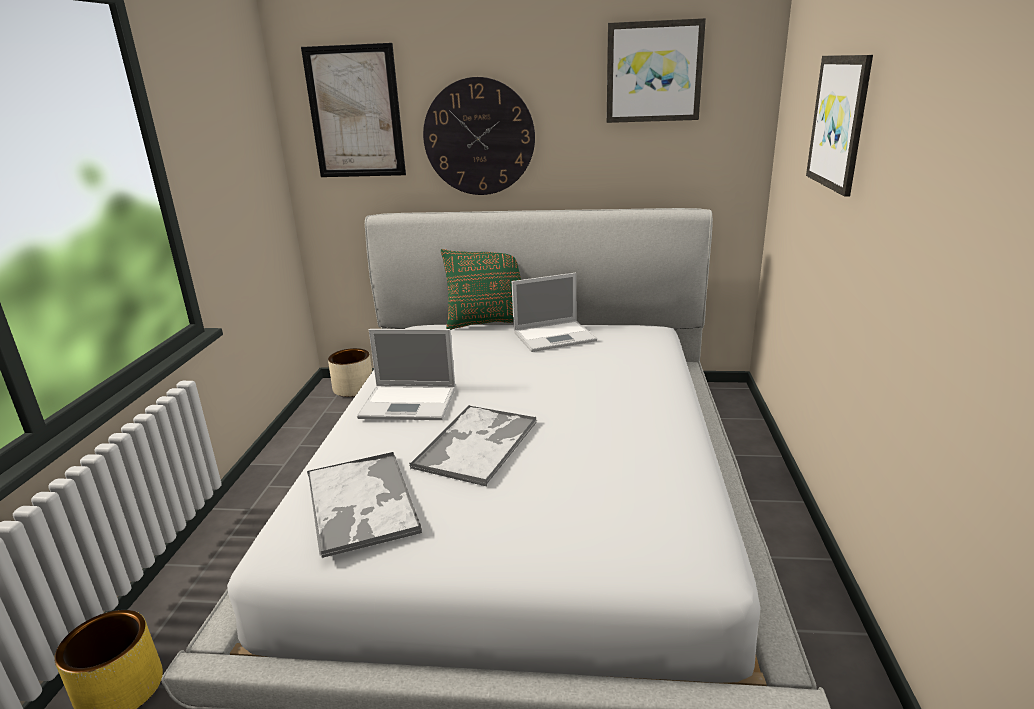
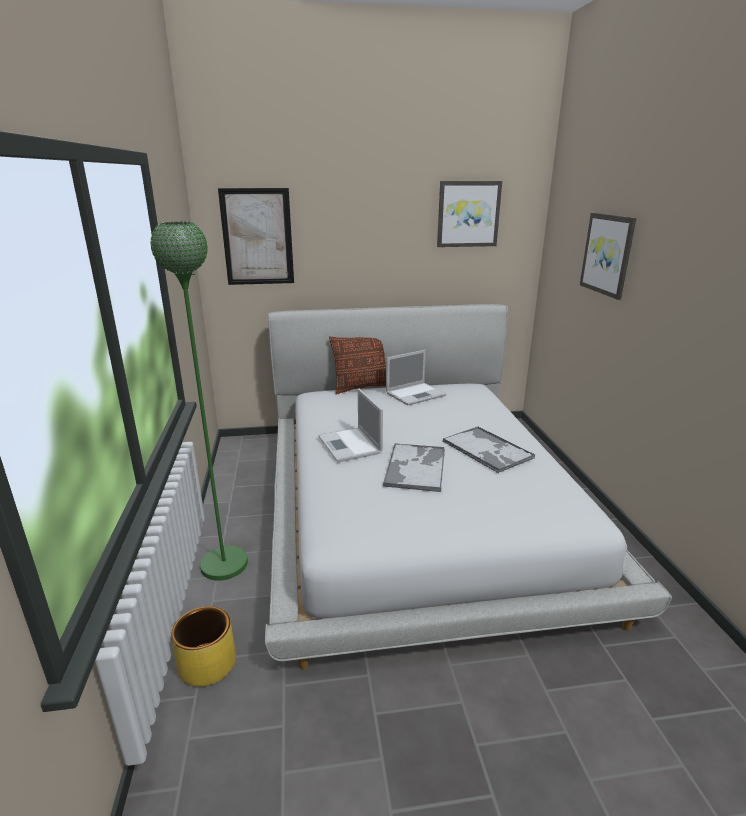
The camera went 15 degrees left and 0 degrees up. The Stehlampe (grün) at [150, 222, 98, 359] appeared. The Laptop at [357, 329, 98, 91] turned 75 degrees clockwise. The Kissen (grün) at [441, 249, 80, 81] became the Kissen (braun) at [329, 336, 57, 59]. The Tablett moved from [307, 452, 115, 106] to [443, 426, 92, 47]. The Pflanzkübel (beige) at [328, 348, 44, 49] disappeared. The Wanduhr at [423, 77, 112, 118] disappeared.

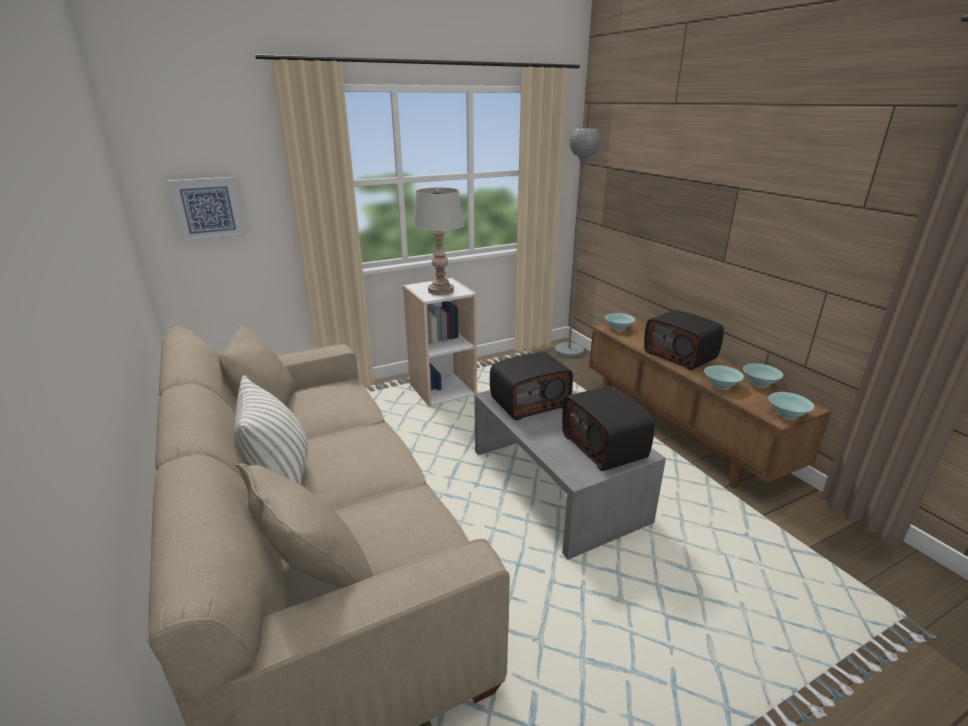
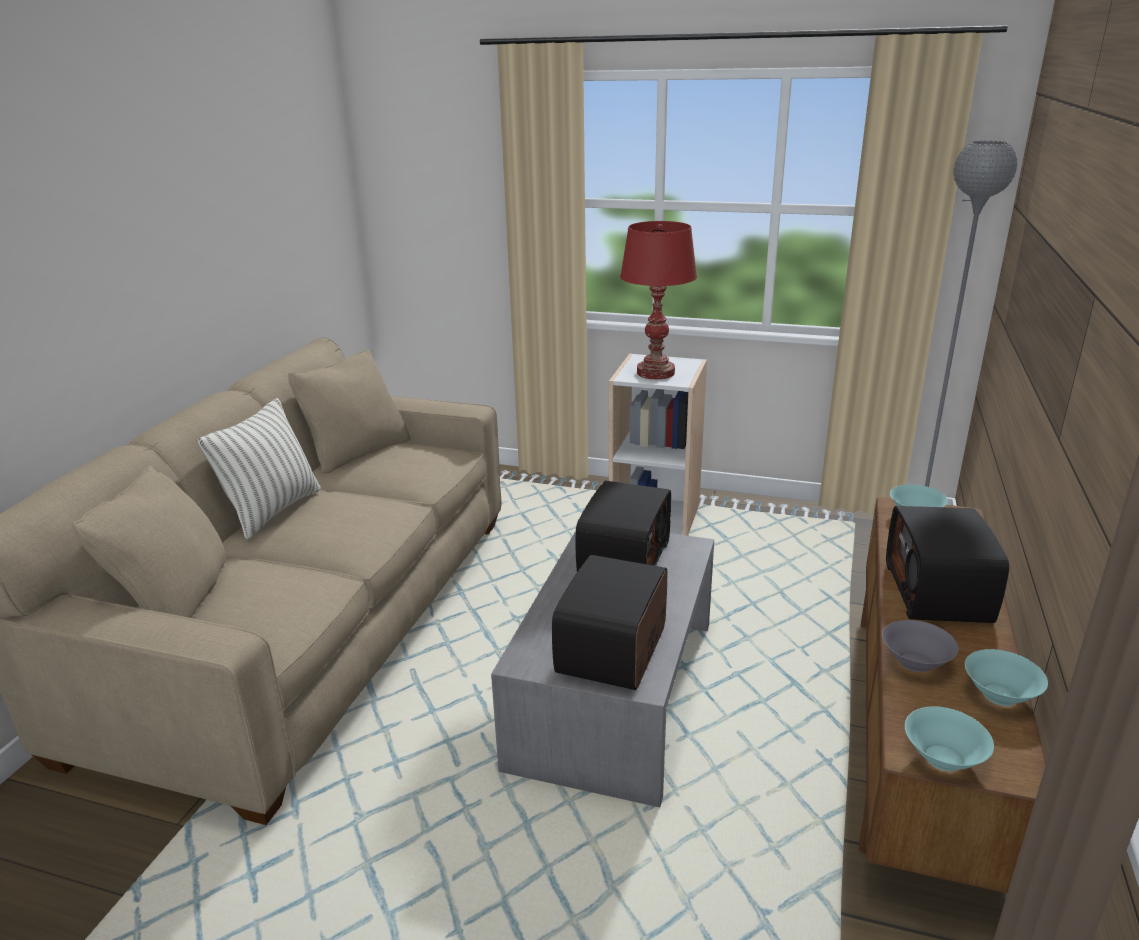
The camera went 45 degrees right and 0 degrees up. The Radio at [490, 352, 83, 68] turned 90 degrees counterclockwise. The Tischlampe (grau) at [412, 188, 53, 107] became the Tischlampe (rot) at [620, 221, 77, 158]. The Schüssel (türkis) at [704, 365, 40, 24] became the Schüssel (grau) at [882, 620, 77, 52]. The Bild at [167, 177, 78, 65] disappeared.

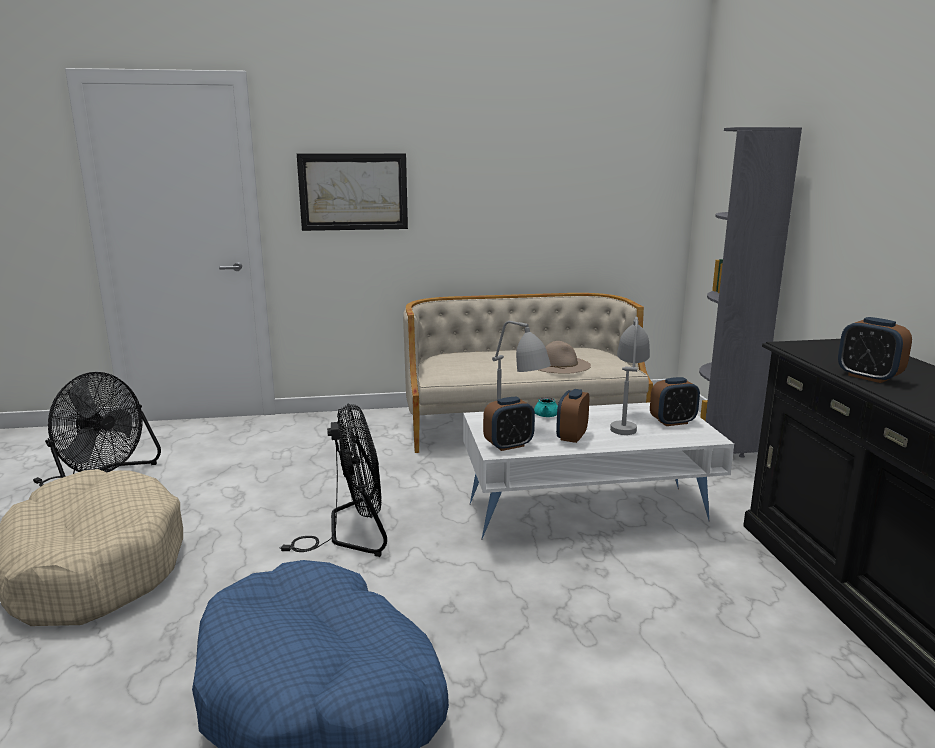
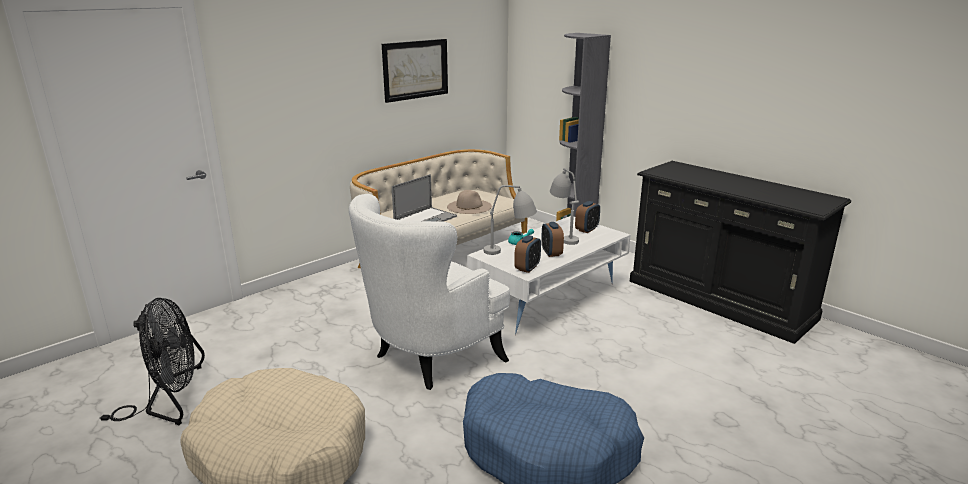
The camera went 35 degrees left and 5 degrees up. The Ventilator (schwarz) at [279, 403, 108, 154] was replaced by the Sessel (weiß) at [349, 194, 161, 196]. The Bild moved from [297, 153, 111, 78] to [382, 39, 66, 64]. The Laptop at [392, 174, 65, 48] appeared. The Wecker at [838, 317, 74, 66] disappeared.

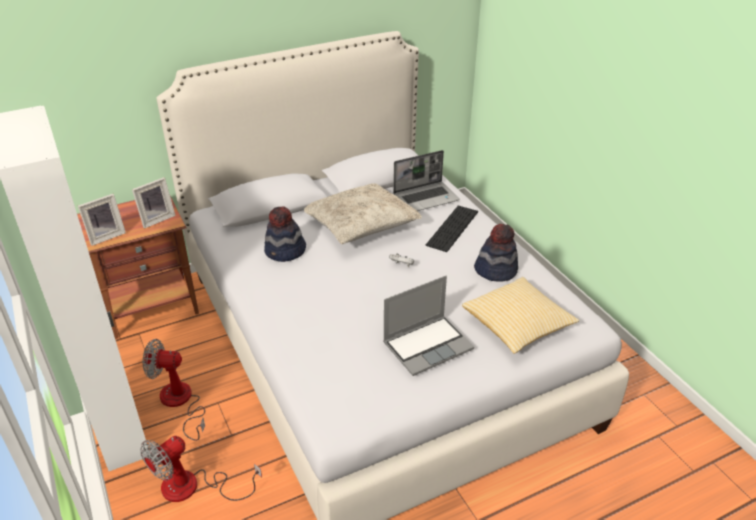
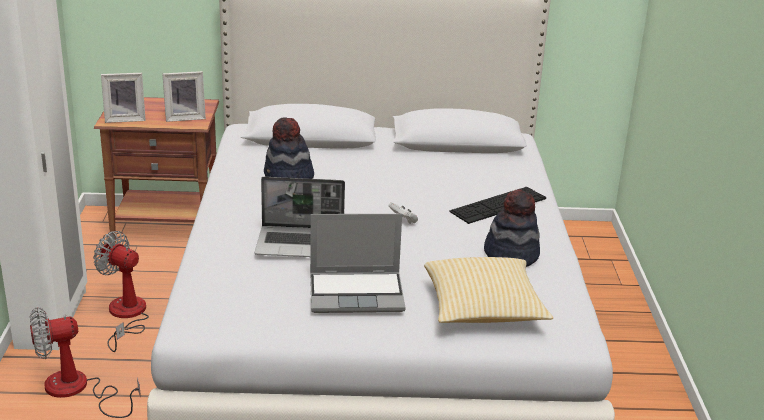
The camera went 25 degrees right and 10 degrees down. The Laptop moved from [393, 150, 66, 61] to [255, 177, 90, 80]. The Kissen (beige) at [304, 183, 118, 61] disappeared.

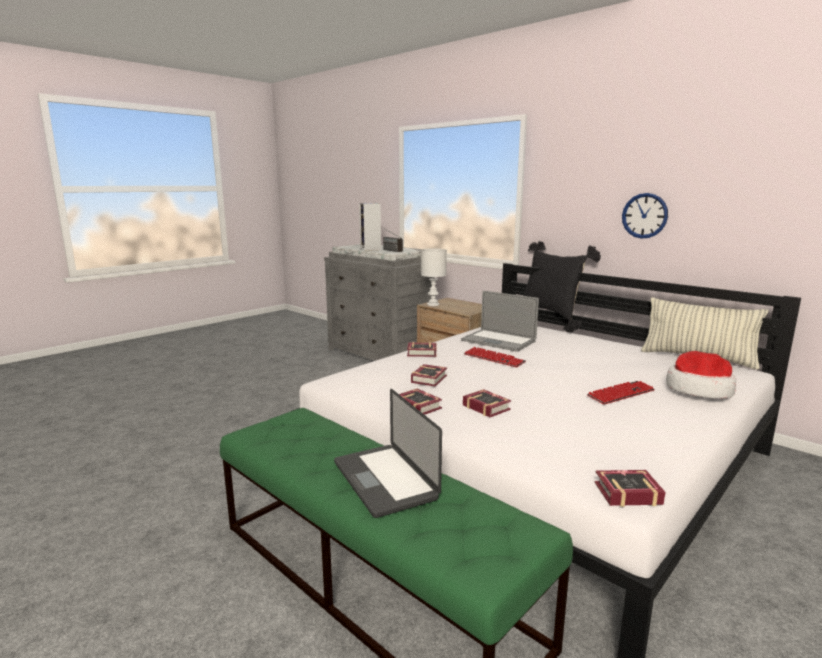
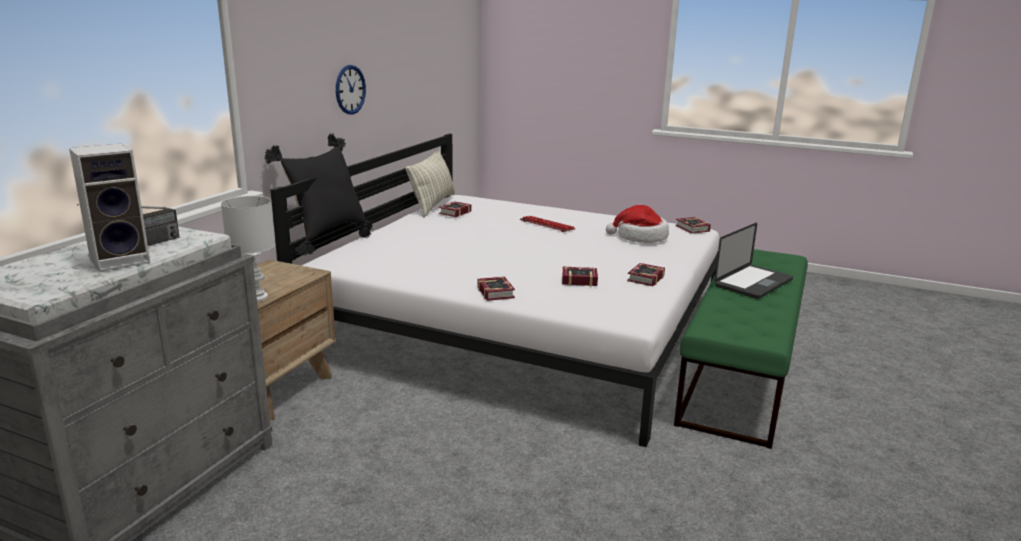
The camera went 110 degrees left and 5 degrees up. The Buch moved from [463, 389, 48, 28] to [439, 201, 32, 16]. The Hut moved from [666, 351, 70, 48] to [606, 205, 63, 38]. The Laptop at [461, 291, 78, 61] disappeared. The Tastatur at [464, 347, 62, 20] disappeared.

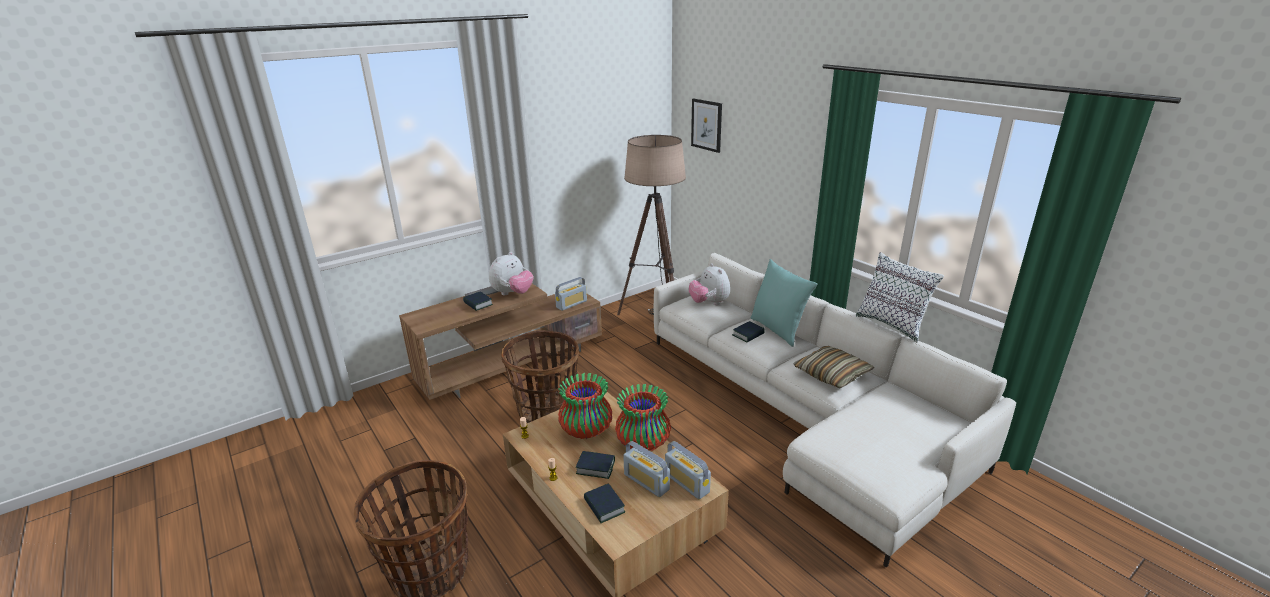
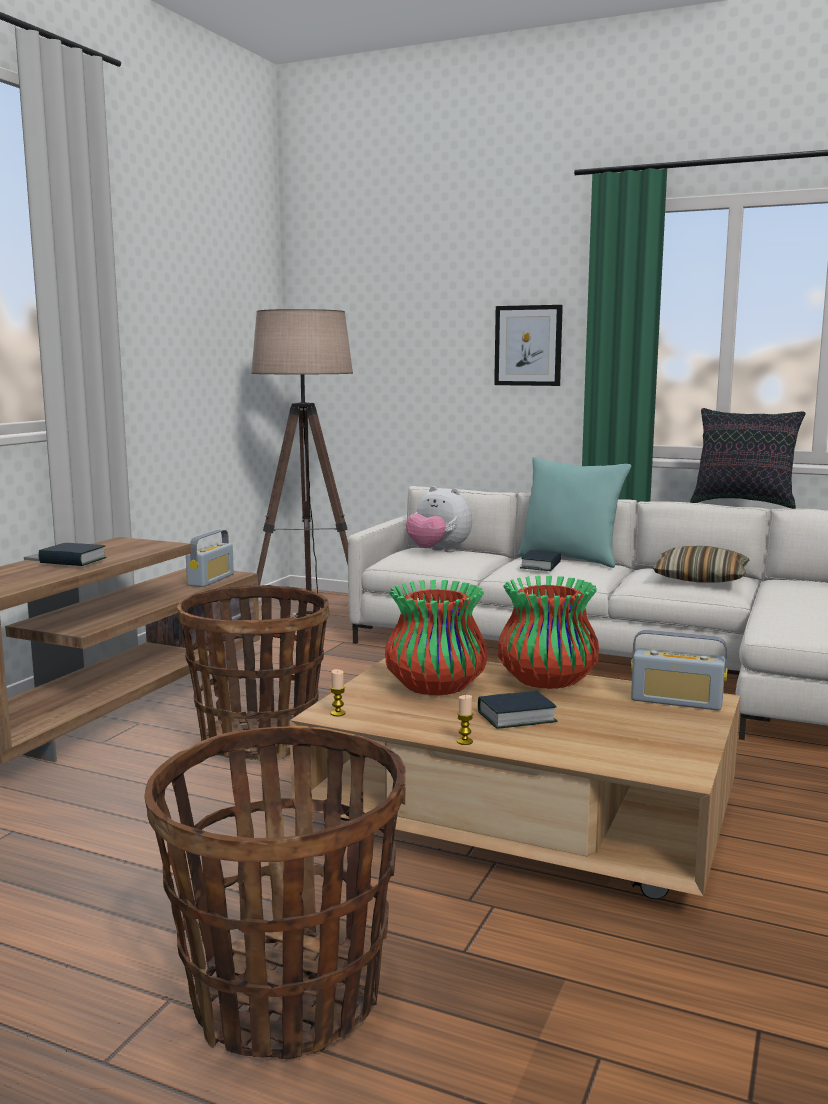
The camera went 30 degrees left and 15 degrees down. The Bild moved from [691, 99, 31, 54] to [494, 305, 69, 81]. The Kissen (weiß) at [856, 252, 88, 90] became the Kissen (schwarz) at [690, 408, 115, 101]. The Plüschtier at [489, 252, 44, 43] disappeared. The Buch at [584, 484, 41, 39] disappeared. The Radio at [623, 441, 47, 56] disappeared.

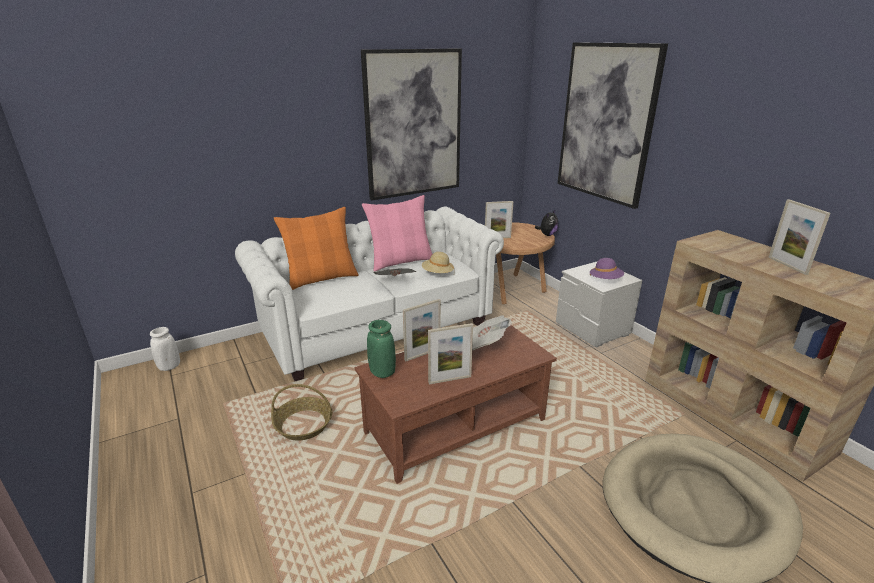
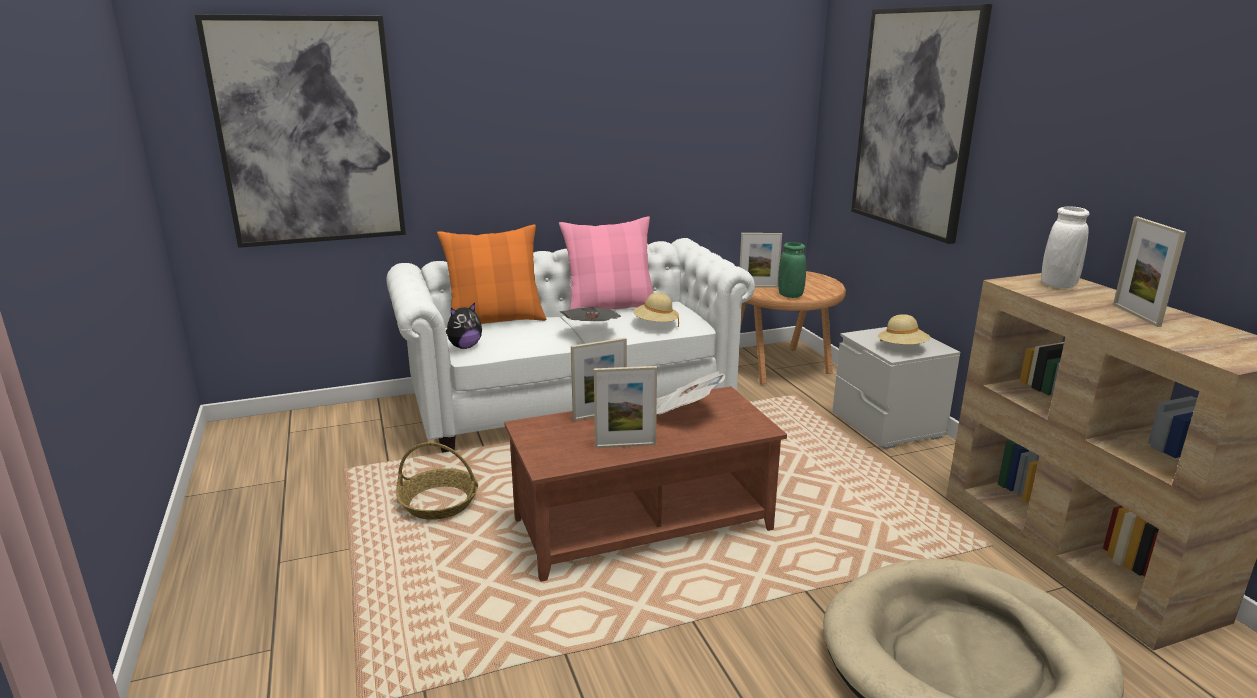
The camera went 10 degrees right and 5 degrees down. The Bild moved from [361, 48, 101, 152] to [195, 14, 211, 234]. The Plüschtier moved from [535, 210, 23, 26] to [446, 303, 36, 46]. The Vase (grün) moved from [367, 320, 29, 58] to [778, 242, 28, 56]. The Hut (lila) at [590, 258, 34, 21] became the Hut (beige) at [878, 314, 52, 31]. The Vase (weiß) moved from [150, 327, 30, 44] to [1041, 206, 49, 82].

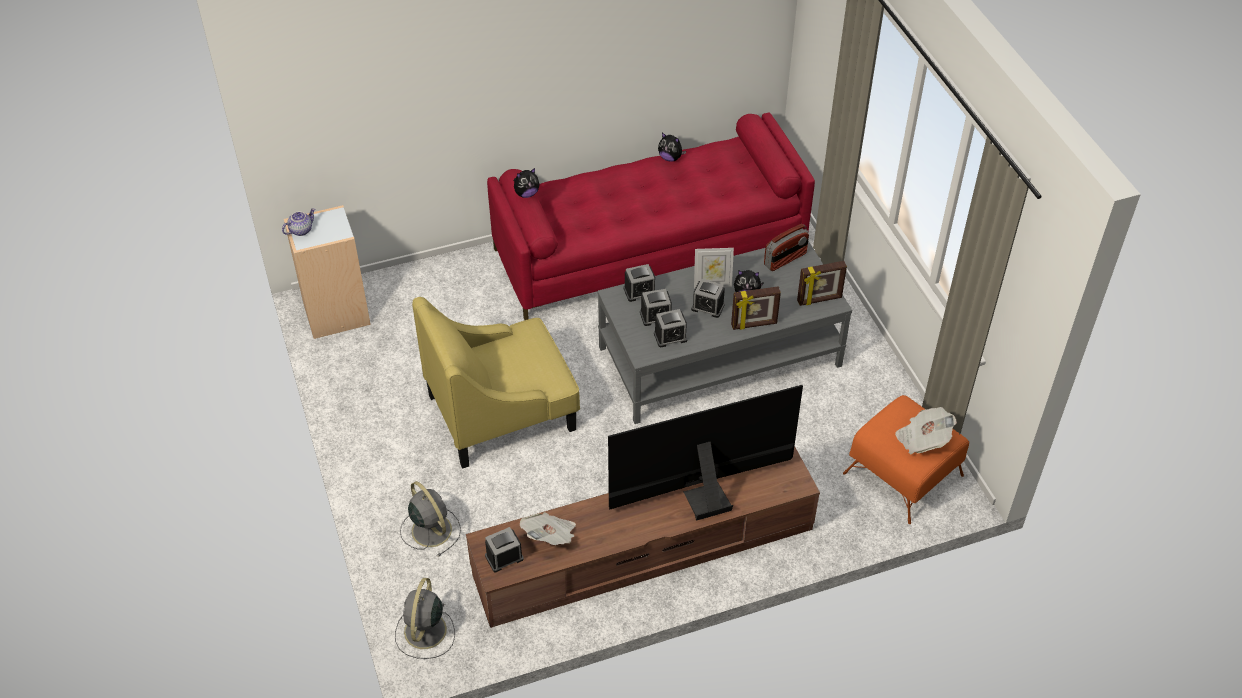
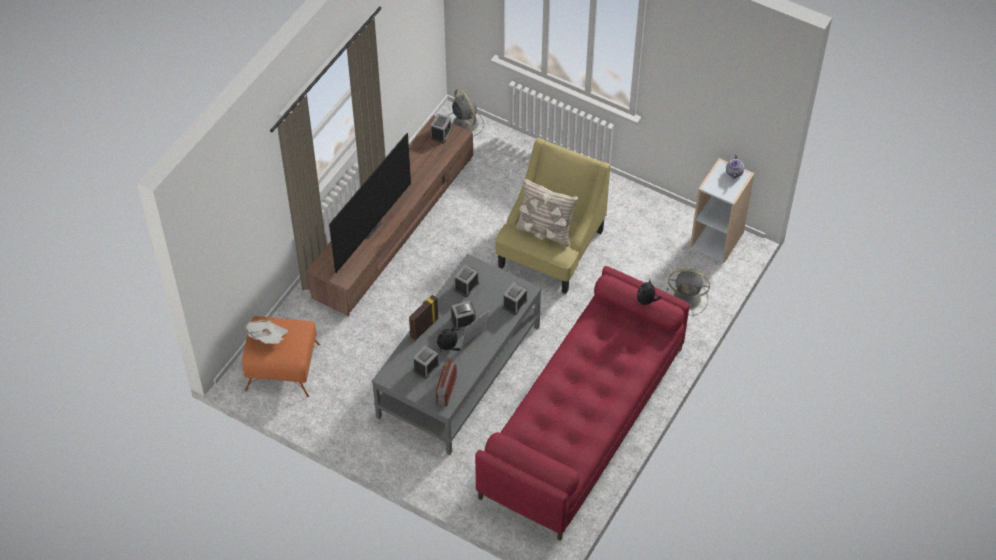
The camera went 140 degrees right and 5 degrees up. The Wecker moved from [640, 289, 32, 37] to [413, 345, 27, 34]. The Kissen (beige) at [515, 179, 63, 68] appeared. The Ventilator (grau) moved from [400, 481, 61, 75] to [666, 269, 44, 46]. The Zeitung at [520, 512, 56, 33] disappeared. The Plüschtier at [658, 133, 28, 29] disappeared. The Bilderrahmen at [797, 261, 50, 45] disappeared.

